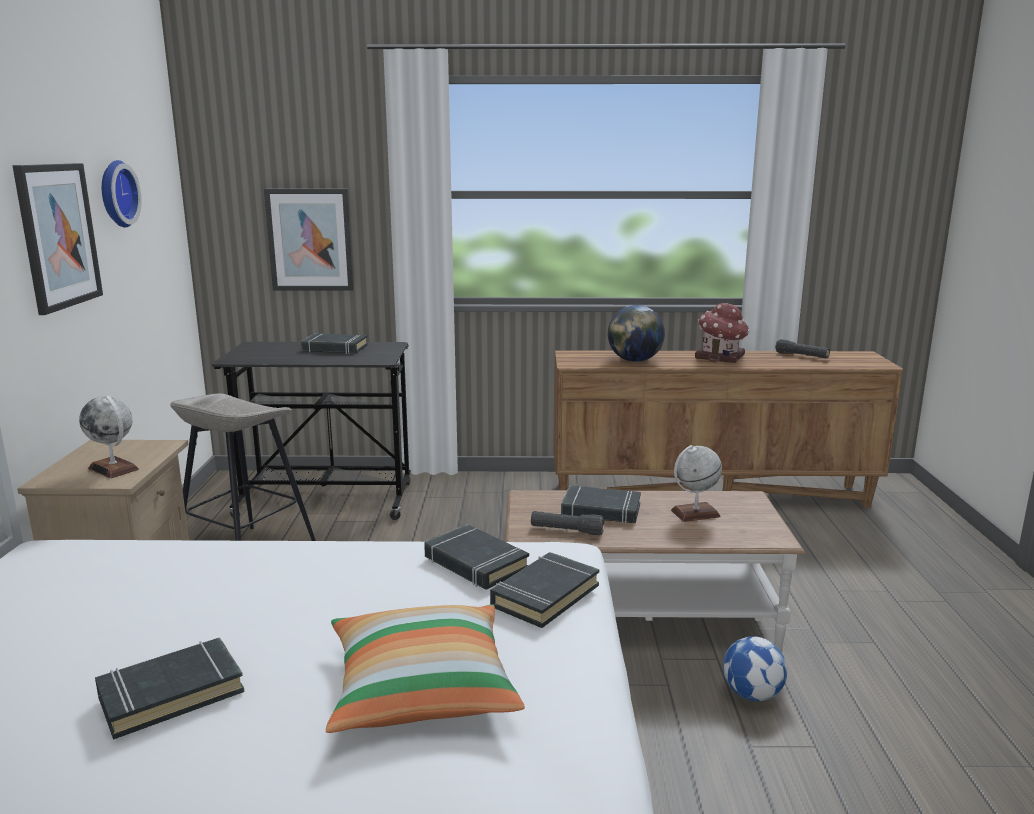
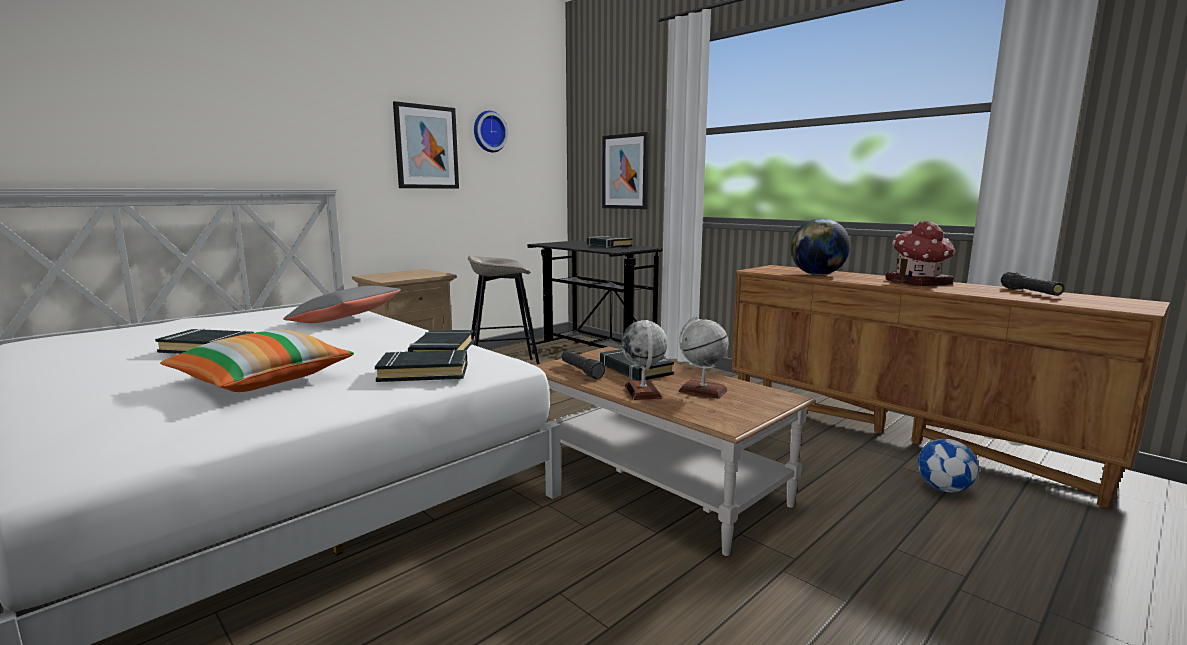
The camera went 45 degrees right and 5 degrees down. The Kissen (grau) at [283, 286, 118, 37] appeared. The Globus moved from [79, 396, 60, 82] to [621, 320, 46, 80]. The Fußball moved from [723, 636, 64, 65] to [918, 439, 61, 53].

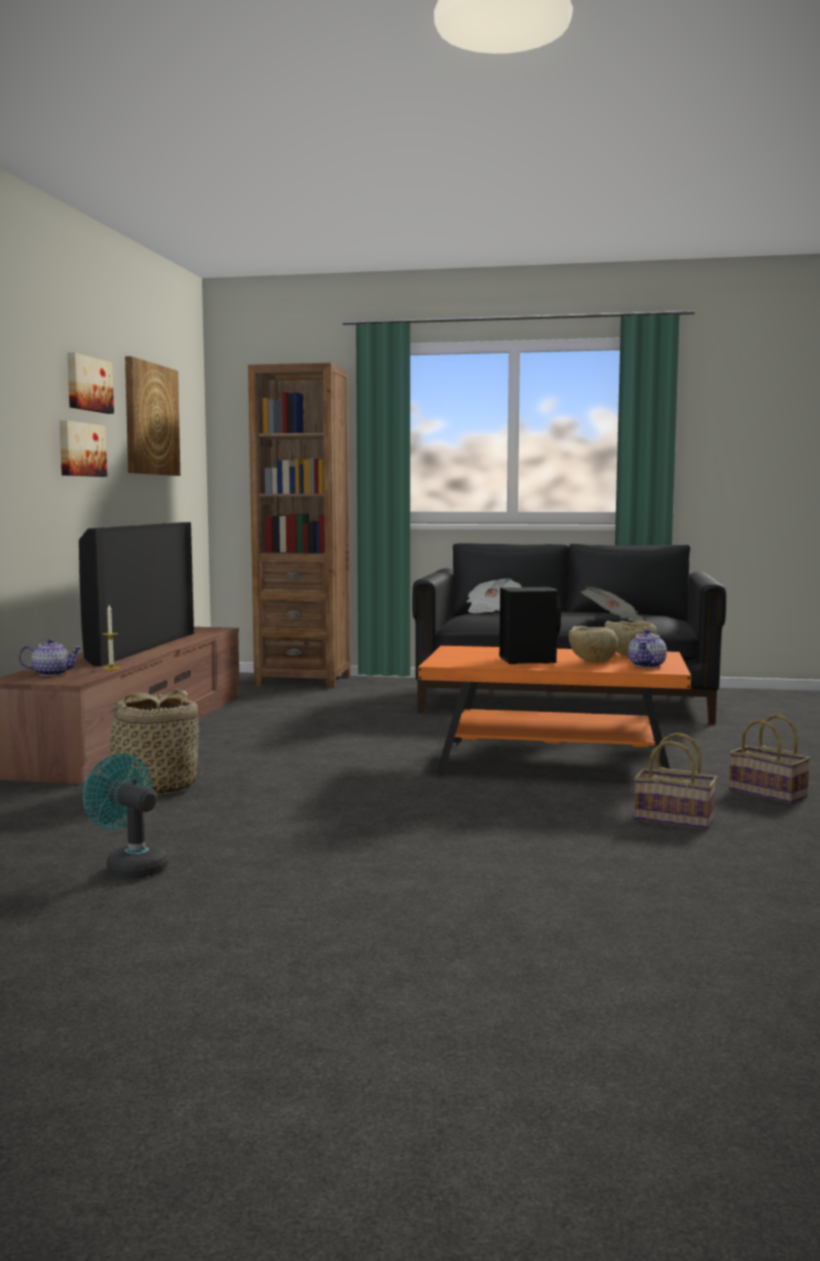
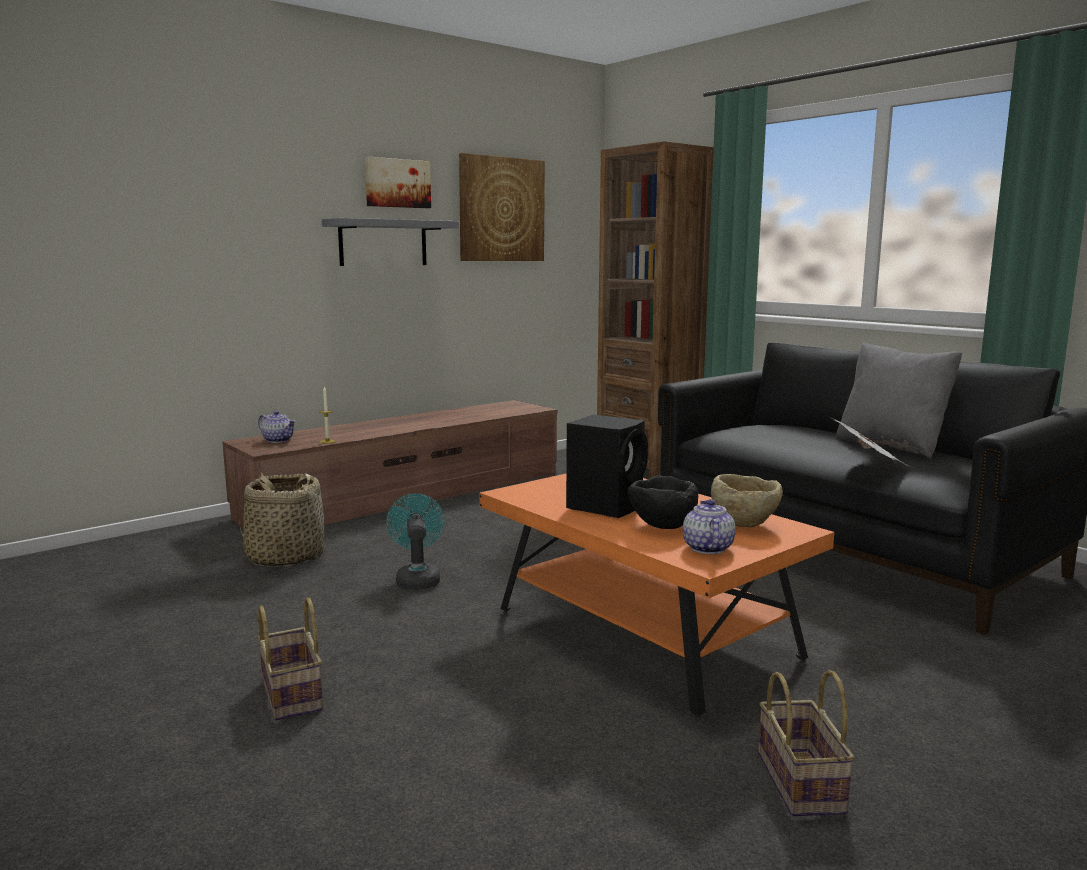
The camera went 40 degrees right and 5 degrees up. The Korb moved from [634, 732, 83, 97] to [258, 597, 65, 124]. The Bild at [59, 420, 48, 57] was replaced by the Wandregal (grau) at [322, 218, 137, 48]. The Ventilator (türkis) moved from [83, 753, 85, 126] to [386, 494, 59, 96]. The Schüssel (beige) at [568, 626, 50, 37] became the Schüssel (schwarz) at [628, 476, 70, 53]. The Teekanne at [628, 629, 39, 39] turned 120 degrees clockwise. The Kissen (grau) at [835, 342, 127, 117] appeared. The Fernseher at [79, 522, 115, 144] disappeared. The Zeitung at [467, 578, 54, 35] disappeared.

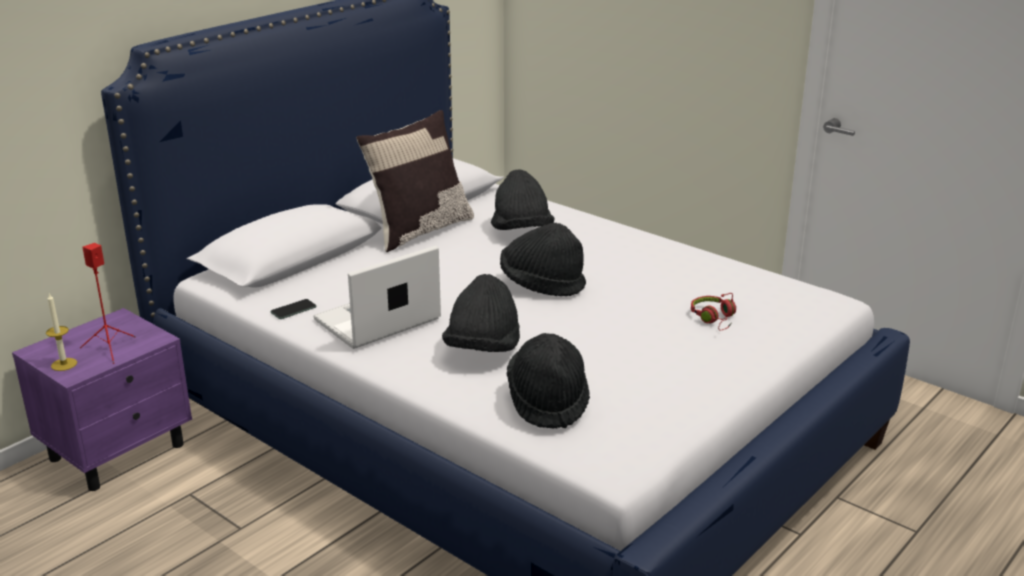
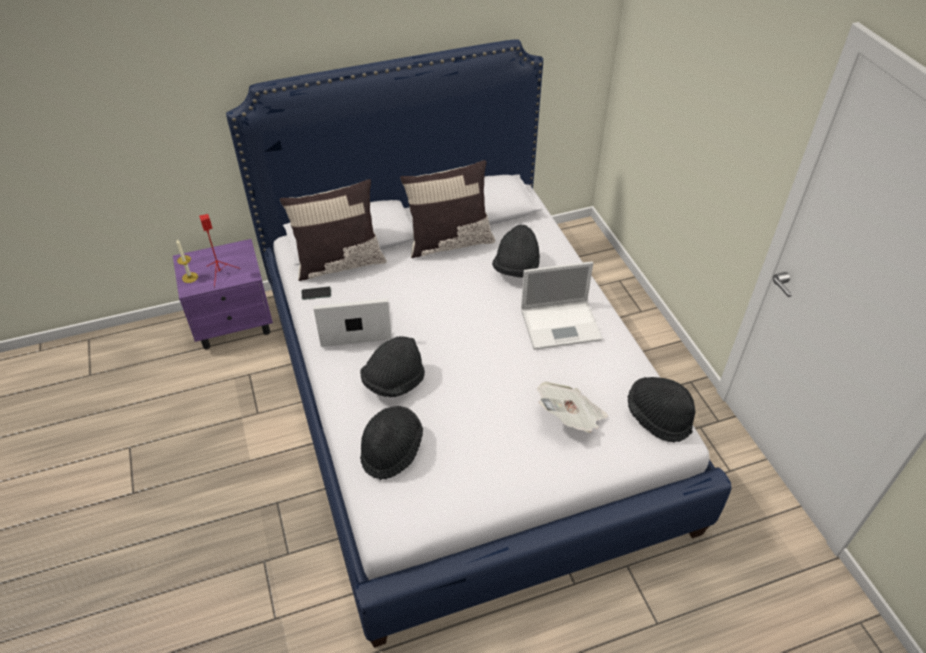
The camera went 30 degrees right and 20 degrees up. The Kissen at [280, 179, 107, 102] appeared. The Laptop at [521, 261, 82, 89] appeared. The Kopfhörer (rot) at [691, 293, 45, 38] was replaced by the Zeitung at [537, 382, 71, 51]. The Hut (schwarz) moved from [500, 223, 86, 73] to [628, 377, 67, 65].

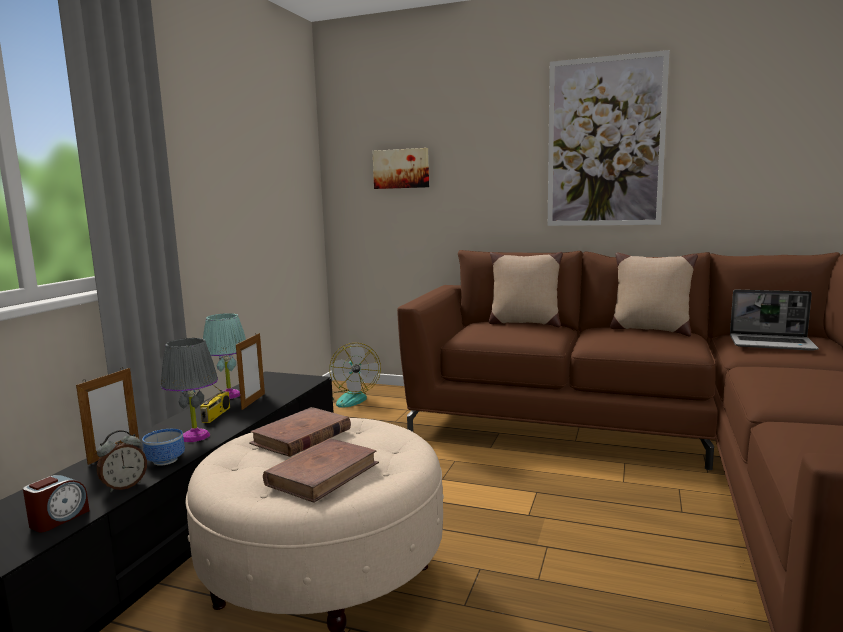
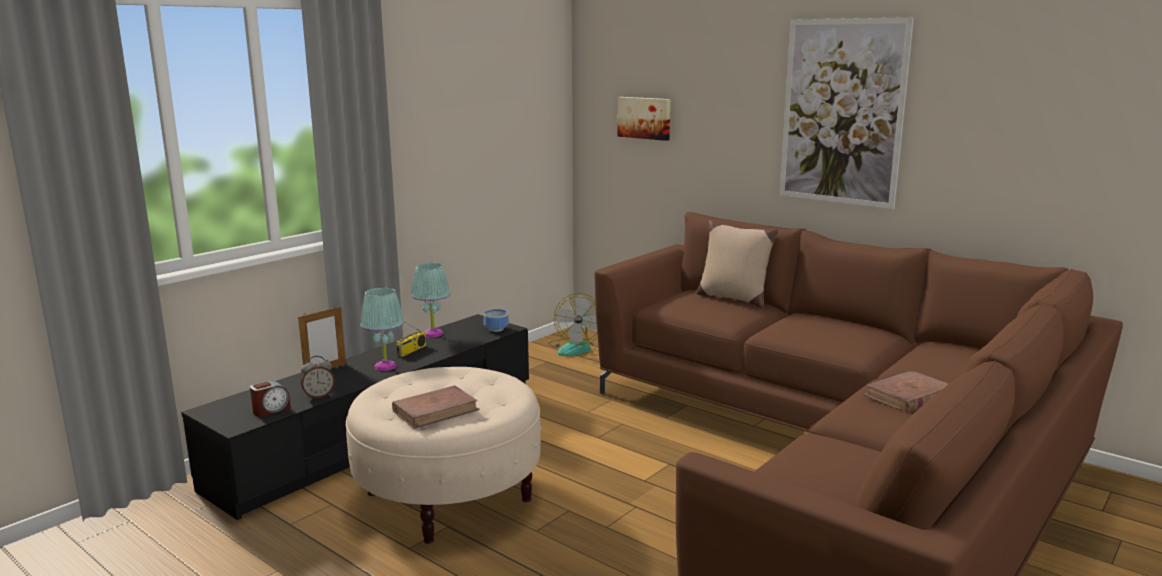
The camera went 20 degrees right and 5 degrees up. The Tischlampe (grau) at [161, 338, 57, 104] became the Tischlampe (türkis) at [360, 288, 44, 83]. The Schüssel moved from [142, 429, 43, 37] to [484, 309, 25, 23]. The Buch (braun) moved from [249, 407, 102, 50] to [864, 370, 84, 42]. The Bilderrahmen at [236, 333, 29, 77] disappeared. The Kissen (beige) at [610, 252, 88, 84] disappeared. The Laptop at [730, 290, 89, 61] disappeared.

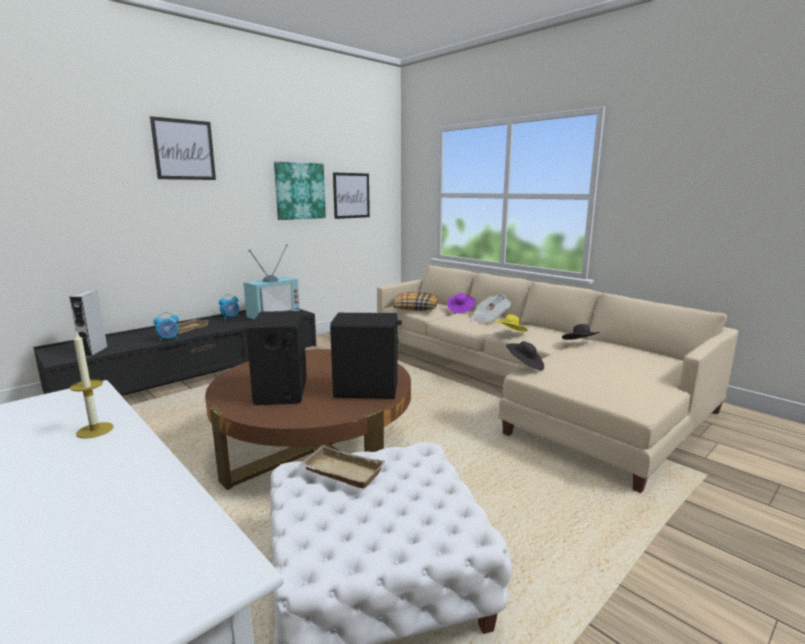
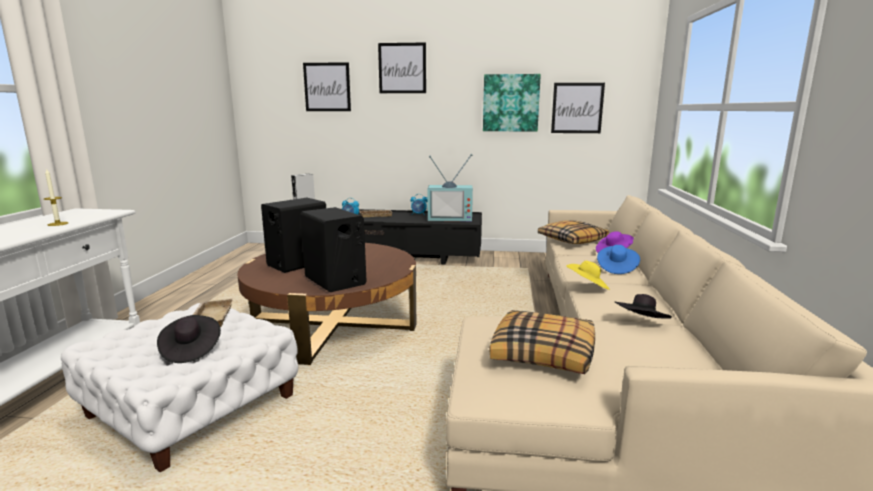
The camera went 50 degrees right and 0 degrees up. The Hut (schwarz) moved from [506, 341, 38, 29] to [157, 315, 64, 48]. The Bild at [303, 62, 48, 49] appeared. The Kissen at [489, 310, 106, 64] appeared. The Zeitung at [471, 295, 40, 27] was replaced by the Hut (blau) at [597, 245, 43, 29].

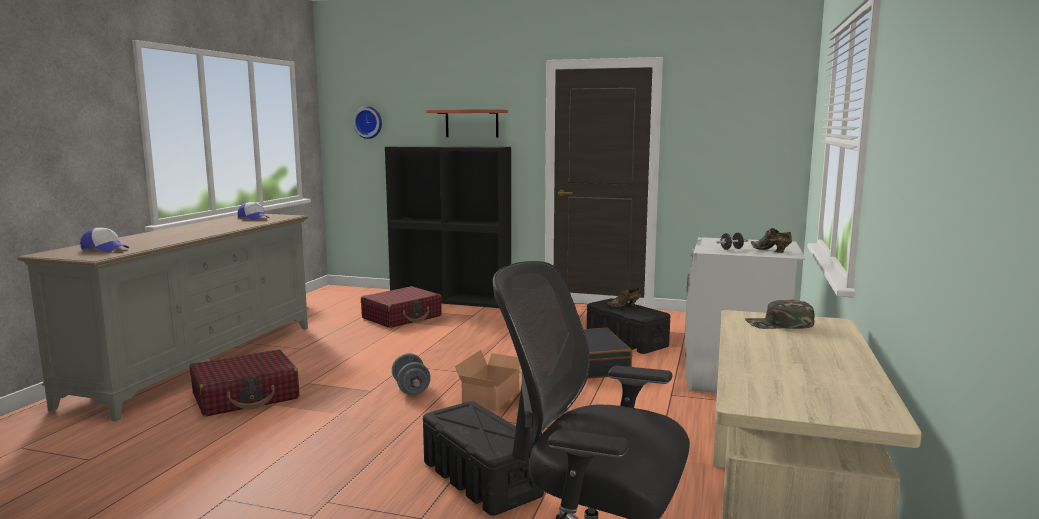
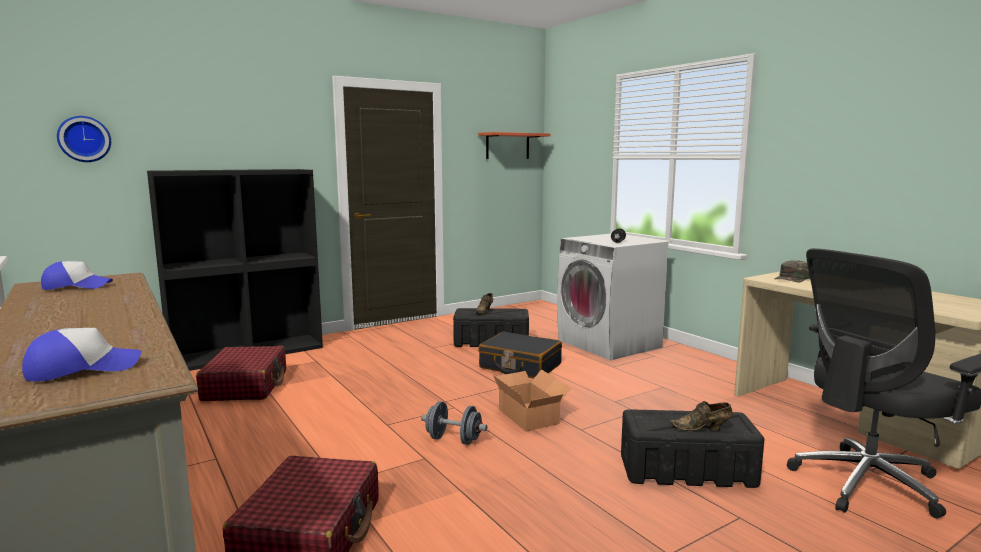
The camera went 50 degrees left and 0 degrees up. The Wandregal moved from [426, 109, 82, 28] to [478, 132, 73, 27]. The Schuh (braun) moved from [751, 228, 41, 25] to [670, 401, 63, 30].

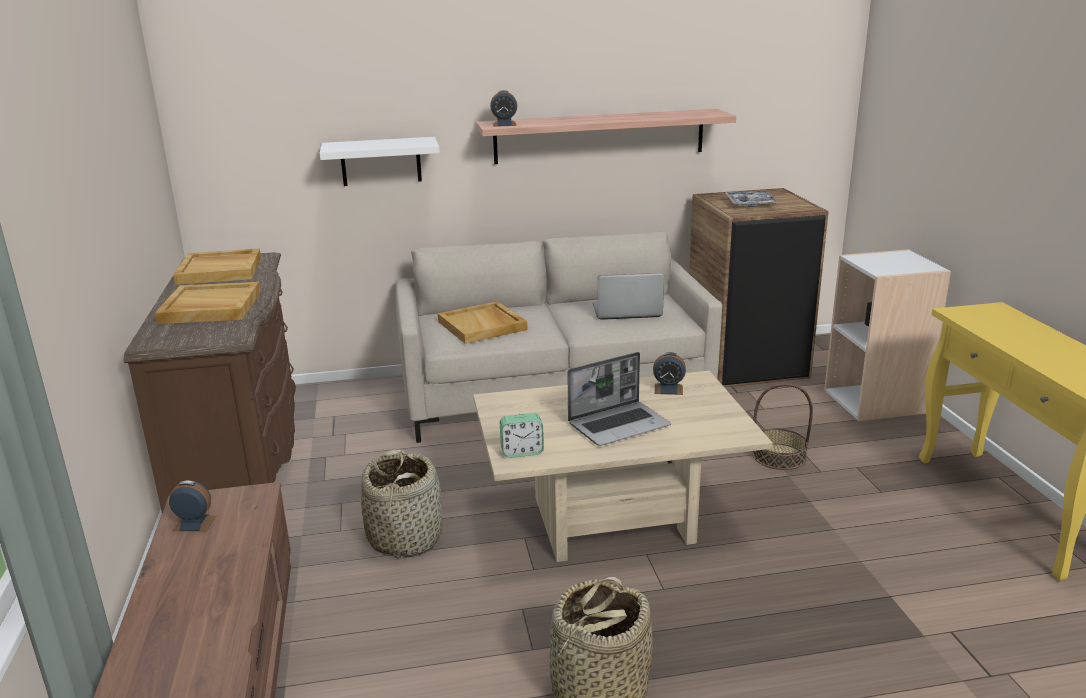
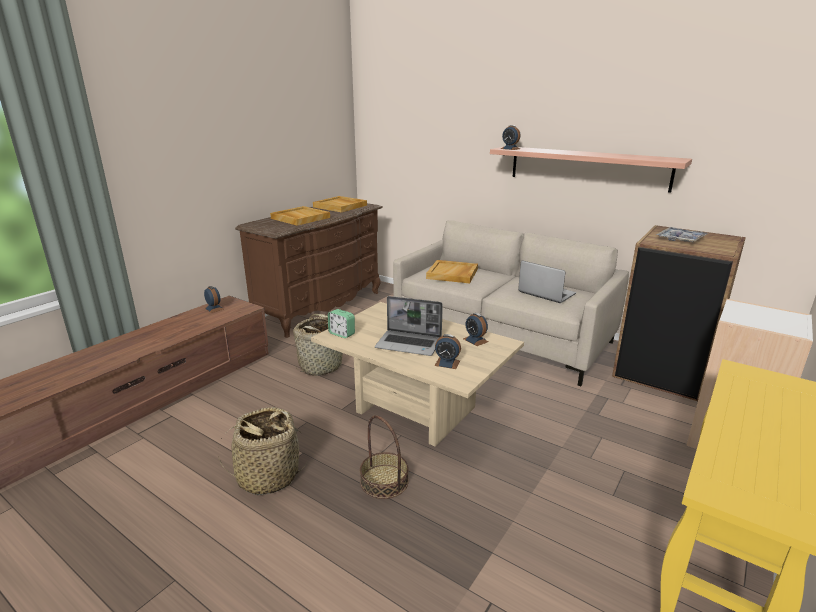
The camera went 45 degrees right and 0 degrees up. The Korb moved from [753, 383, 60, 87] to [360, 415, 49, 84]. The Wecker at [435, 334, 26, 35] appeared. The Wandregal (weiß) at [320, 137, 120, 49] disappeared.

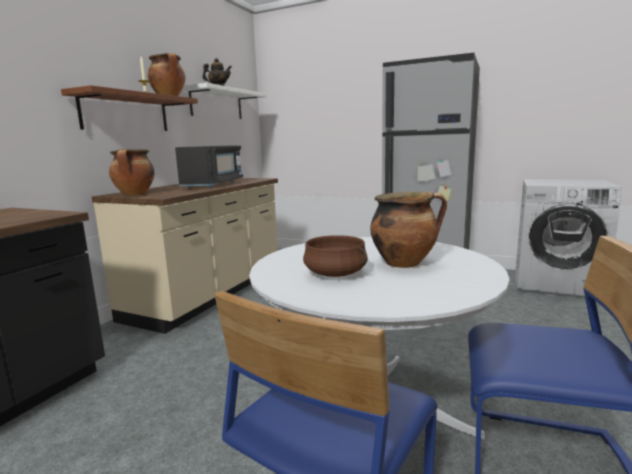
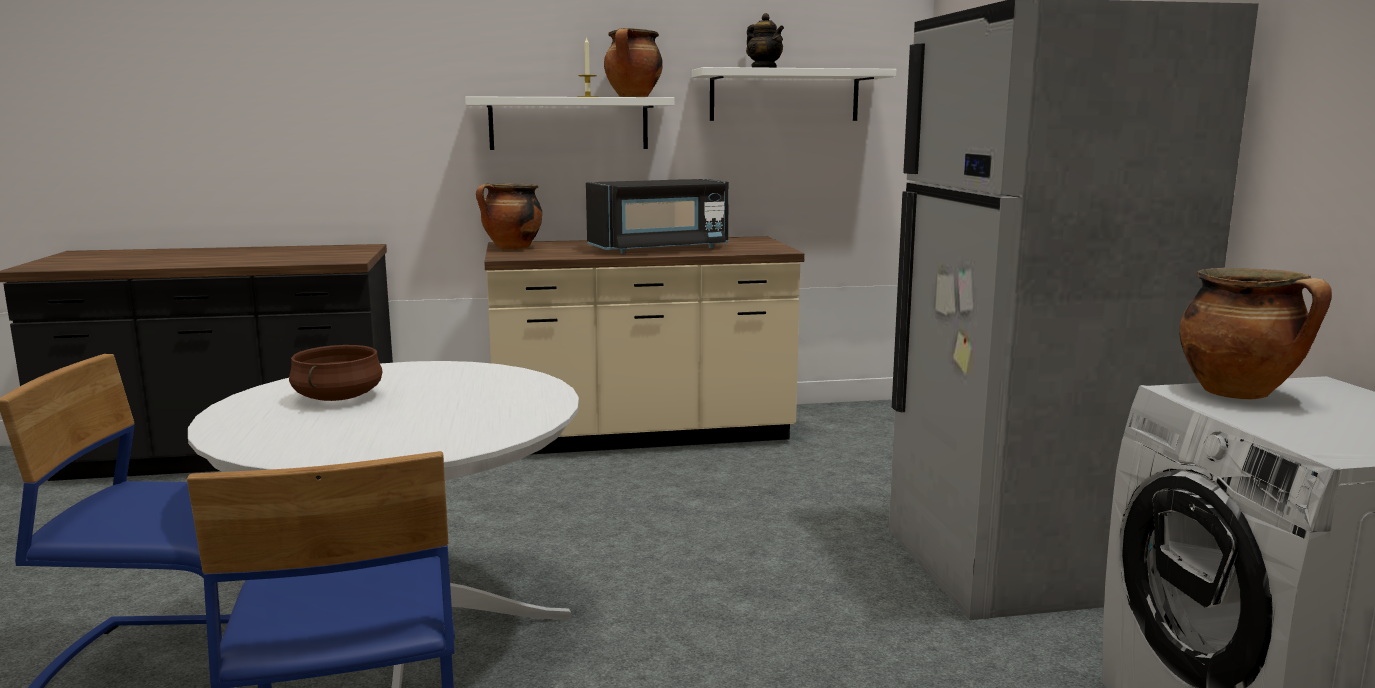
The camera went 55 degrees right and 0 degrees up. The Wandregal (braun) at [61, 85, 137, 46] became the Wandregal (weiß) at [465, 97, 210, 53]. The Kochtopf moved from [370, 192, 77, 76] to [1180, 268, 152, 131].

